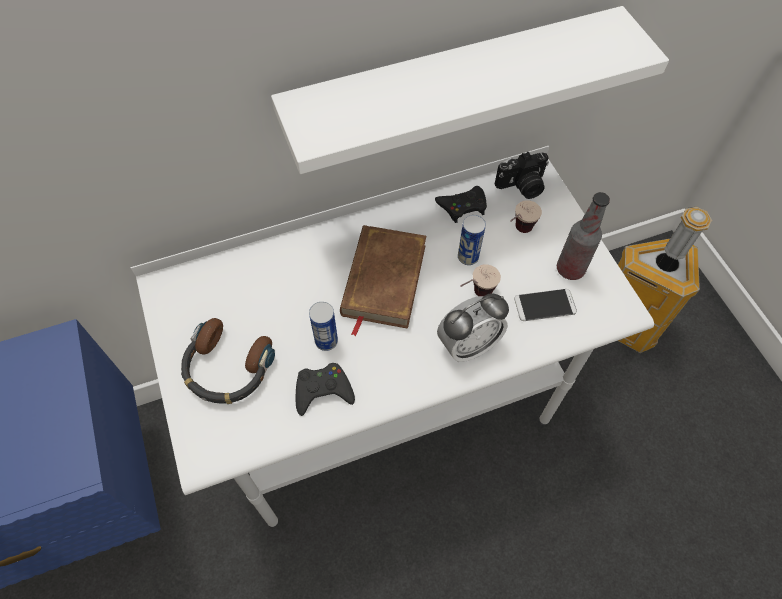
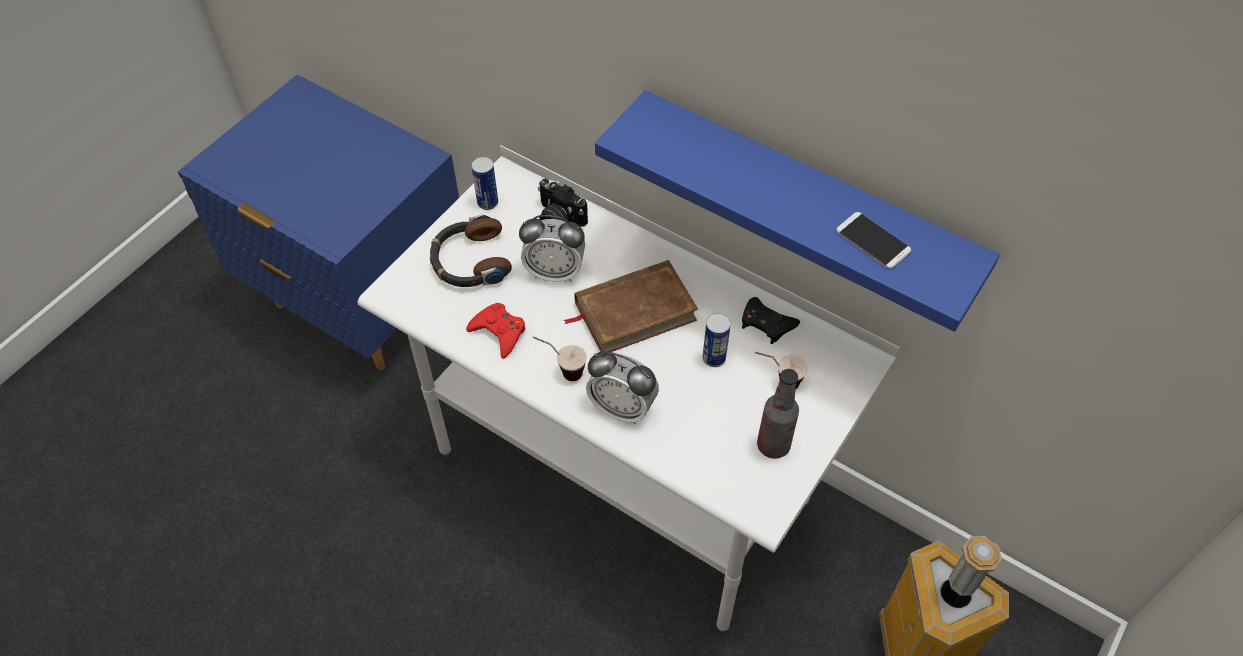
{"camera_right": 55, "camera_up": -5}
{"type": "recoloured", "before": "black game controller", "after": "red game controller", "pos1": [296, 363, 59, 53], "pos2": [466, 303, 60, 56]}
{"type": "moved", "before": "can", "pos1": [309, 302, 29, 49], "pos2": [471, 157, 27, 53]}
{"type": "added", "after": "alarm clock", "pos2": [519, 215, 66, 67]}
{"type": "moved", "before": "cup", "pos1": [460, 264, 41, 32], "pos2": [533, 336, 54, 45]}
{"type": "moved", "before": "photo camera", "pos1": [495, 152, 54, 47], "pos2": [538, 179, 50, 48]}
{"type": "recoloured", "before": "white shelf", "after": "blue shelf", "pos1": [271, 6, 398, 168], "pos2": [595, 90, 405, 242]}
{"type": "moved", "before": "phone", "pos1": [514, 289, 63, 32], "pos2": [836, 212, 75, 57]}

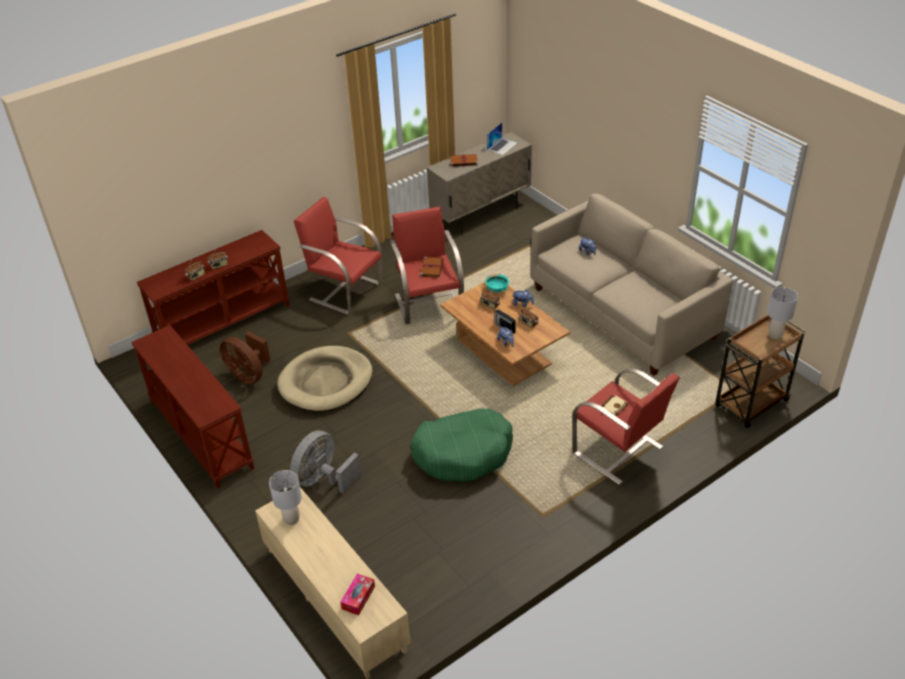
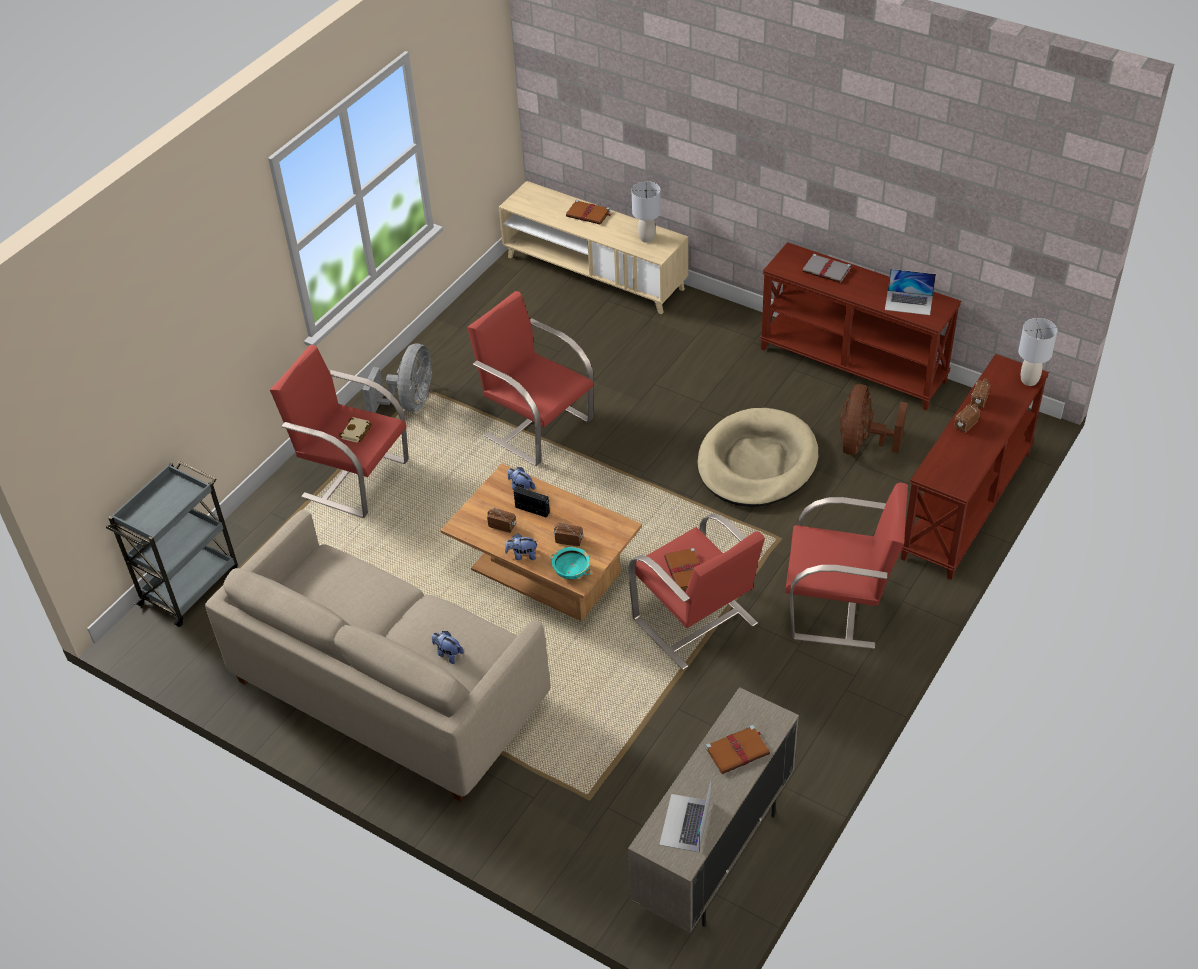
{"camera_right": 160, "camera_up": 5}
{"type": "recoloured", "before": "brown cart", "after": "grey cart", "pos1": [715, 315, 91, 113], "pos2": [106, 461, 132, 166]}
{"type": "moved", "before": "grey fan", "pos1": [290, 430, 71, 64], "pos2": [362, 343, 70, 70]}
{"type": "replaced", "before": "green dog bed", "after": "red armchair", "pos1": [411, 409, 102, 73], "pos2": [467, 291, 127, 175]}
{"type": "added", "after": "brown book", "pos2": [566, 200, 45, 24]}
{"type": "added", "after": "grey book", "pos2": [802, 254, 50, 29]}
{"type": "turned", "before": "brown fan", "pos1": [220, 331, 51, 53], "pos2": [840, 384, 67, 71], "turn": -90}
{"type": "added", "after": "laptop", "pos2": [885, 269, 51, 46]}
{"type": "moved", "before": "grey table lamp", "pos1": [767, 287, 31, 52], "pos2": [1018, 318, 40, 68]}
{"type": "removed", "before": "tissue box", "pos1": [340, 574, 35, 41]}

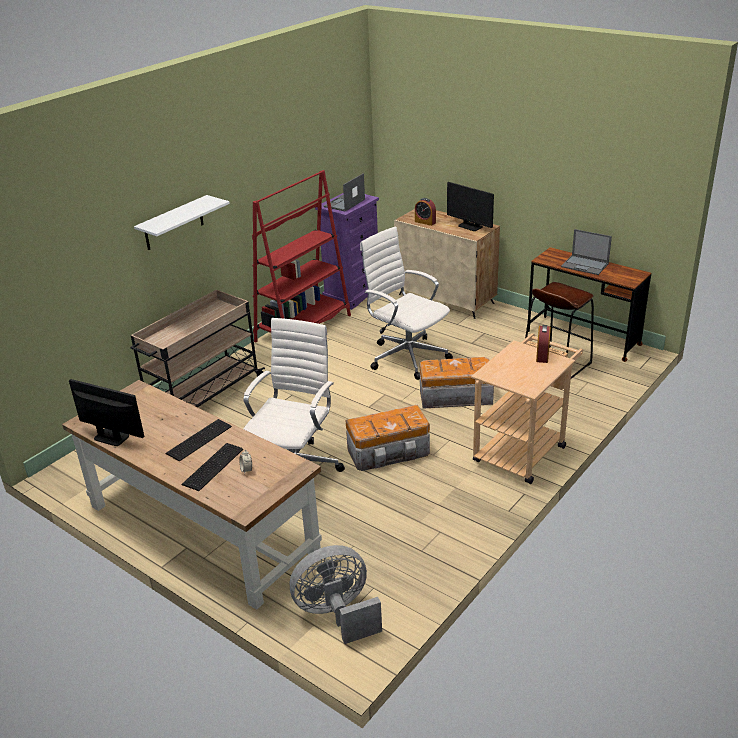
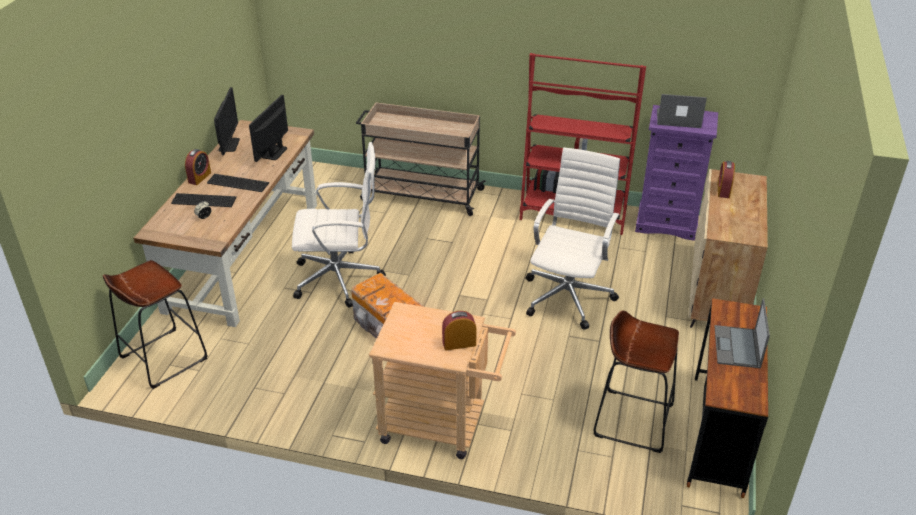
{"camera_right": 65, "camera_up": 5}
{"type": "replaced", "before": "grey fan", "after": "brown stool", "pos1": [290, 545, 92, 99], "pos2": [103, 260, 105, 129]}
{"type": "added", "after": "alarm clock", "pos2": [185, 149, 26, 36]}
{"type": "moved", "before": "monitor", "pos1": [447, 182, 47, 49], "pos2": [249, 95, 39, 67]}
{"type": "removed", "before": "white shelf", "pos1": [134, 195, 96, 55]}
{"type": "removed", "before": "storage box", "pos1": [420, 357, 74, 52]}

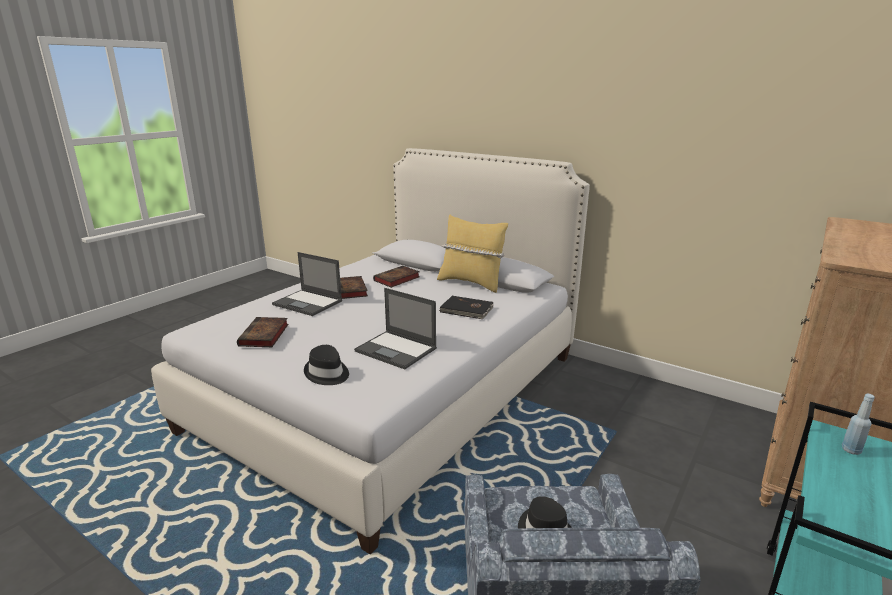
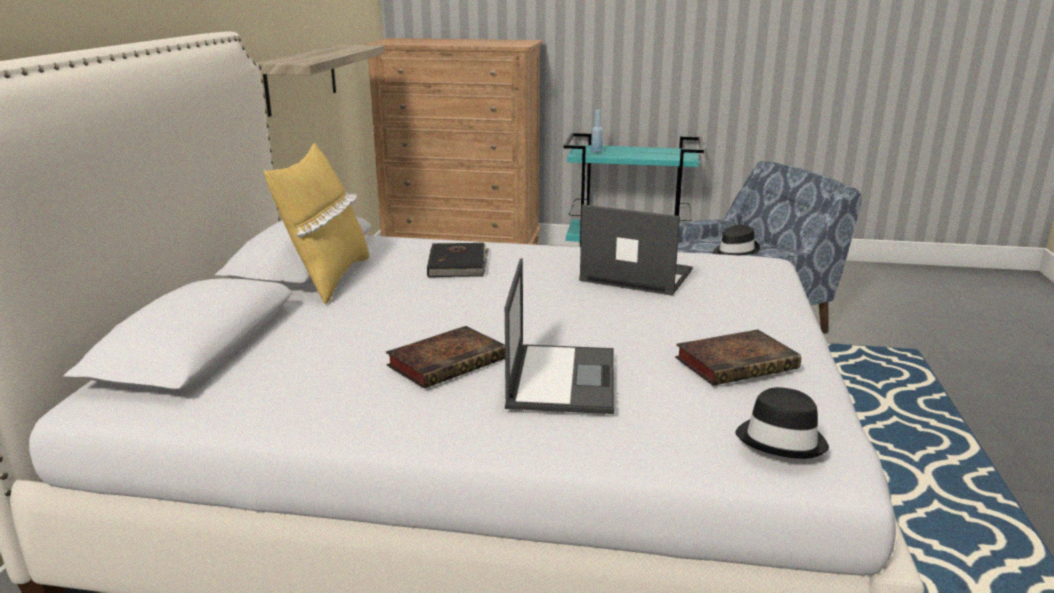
{"camera_right": -115, "camera_up": 0}
{"type": "added", "after": "shelf", "pos2": [257, 45, 127, 72]}
{"type": "turned", "before": "laptop", "pos1": [354, 288, 83, 81], "pos2": [579, 204, 114, 92], "turn": -75}
{"type": "moved", "before": "black hat", "pos1": [304, 345, 45, 40], "pos2": [735, 387, 94, 72]}
{"type": "removed", "before": "book", "pos1": [373, 266, 47, 22]}

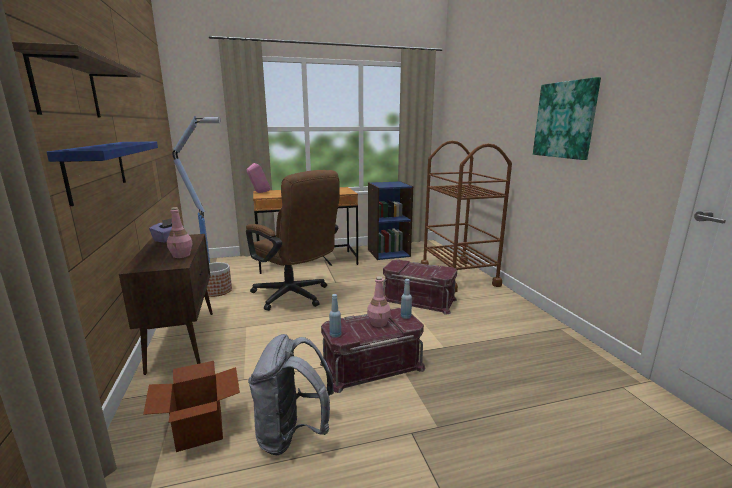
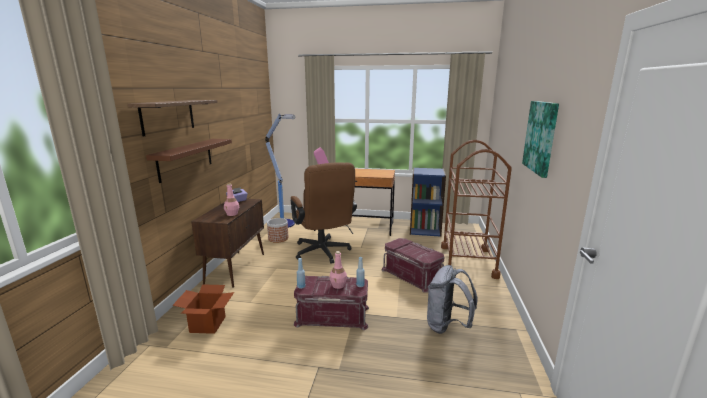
{"camera_right": 25, "camera_up": 0}
{"type": "recoloured", "before": "blue shelf", "after": "brown shelf", "pos1": [47, 142, 111, 64], "pos2": [146, 139, 86, 44]}
{"type": "moved", "before": "grey backpack", "pos1": [248, 334, 86, 121], "pos2": [427, 265, 50, 69]}

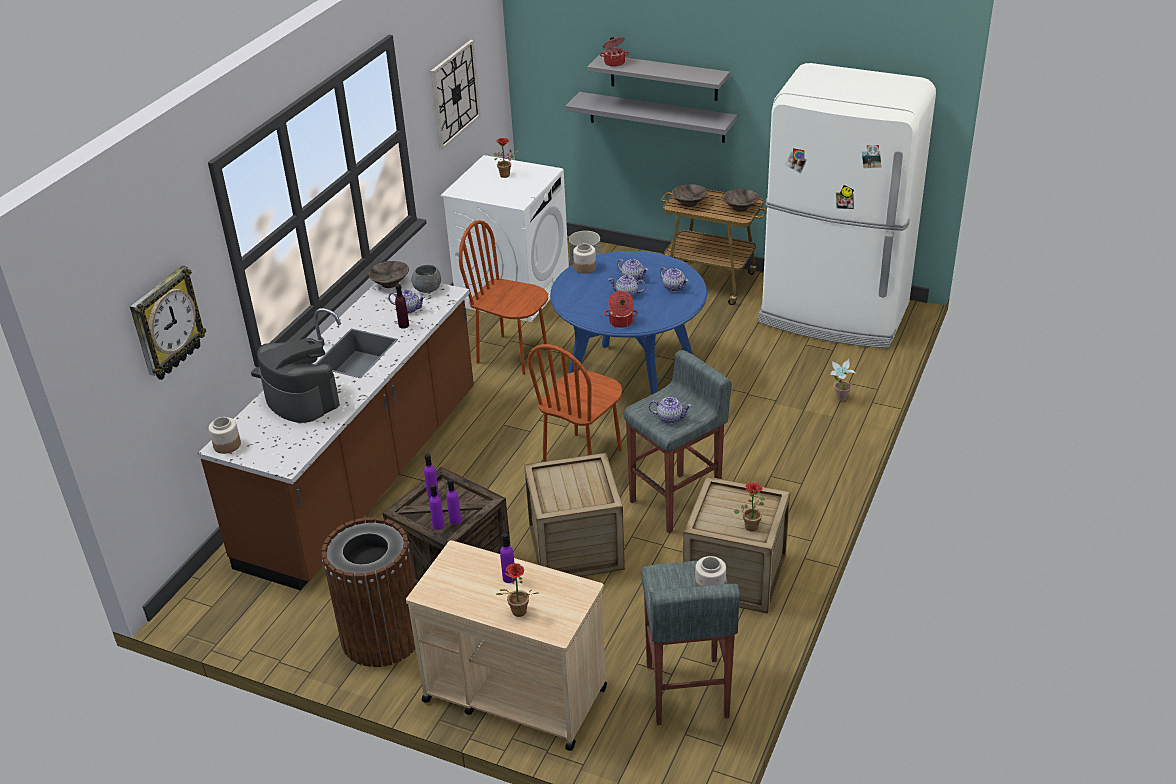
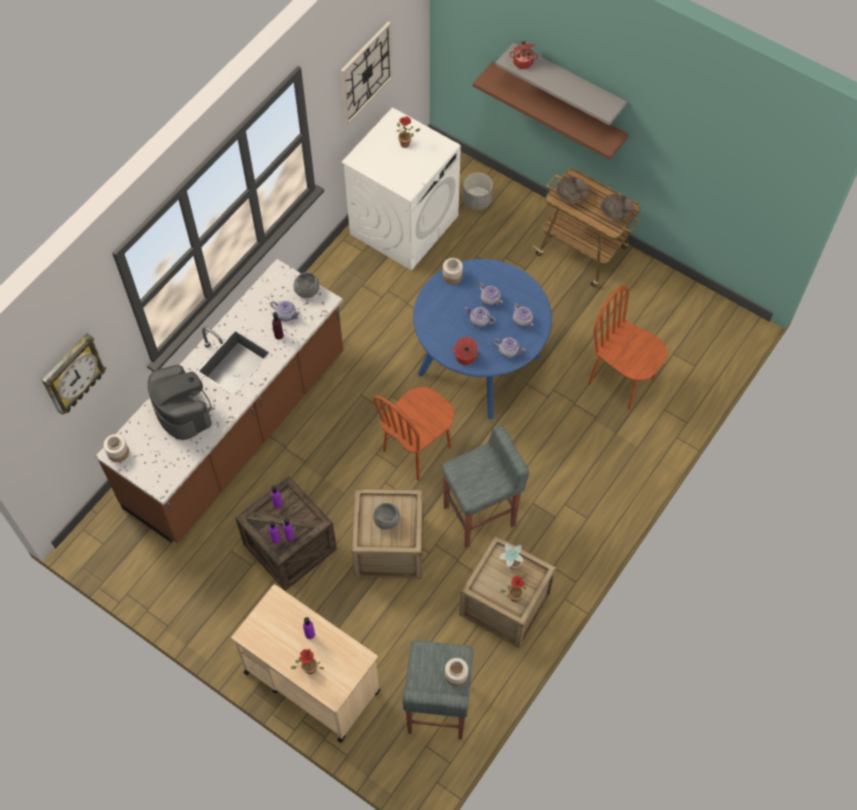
{"camera_right": 10, "camera_up": 25}
{"type": "added", "after": "grey bowl", "pos2": [373, 503, 27, 27]}
{"type": "recoloured", "before": "grey shelf", "after": "brown shelf", "pos1": [565, 92, 172, 51], "pos2": [473, 62, 156, 98]}
{"type": "moved", "before": "teapot", "pos1": [649, 397, 43, 27], "pos2": [493, 337, 32, 21]}
{"type": "moved", "before": "potted plant", "pos1": [830, 359, 26, 42], "pos2": [499, 542, 25, 28]}
{"type": "moved", "before": "brown chair", "pos1": [459, 220, 89, 155], "pos2": [589, 285, 78, 124]}
{"type": "removed", "before": "brown trash can", "pos1": [322, 517, 94, 150]}
{"type": "removed", "before": "brown bowl", "pos1": [368, 261, 41, 27]}
{"type": "removed", "before": "white fridge", "pos1": [758, 63, 178, 285]}

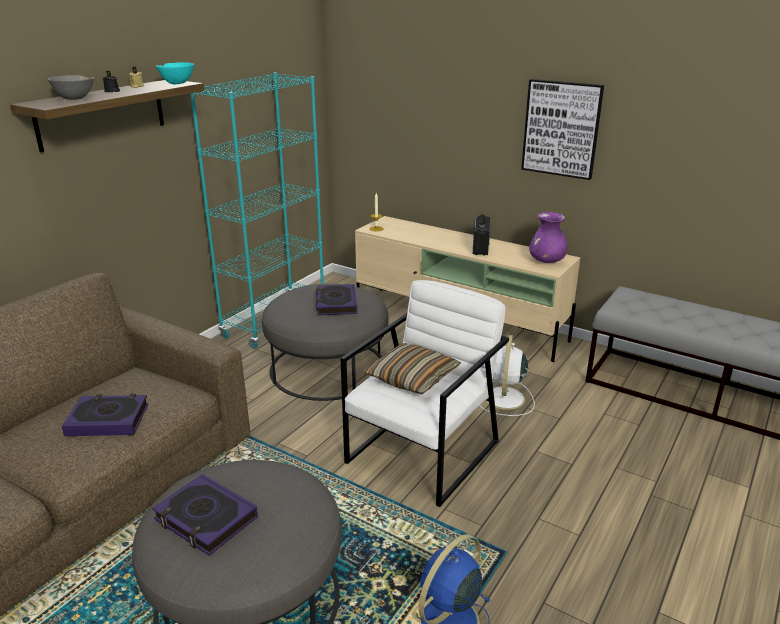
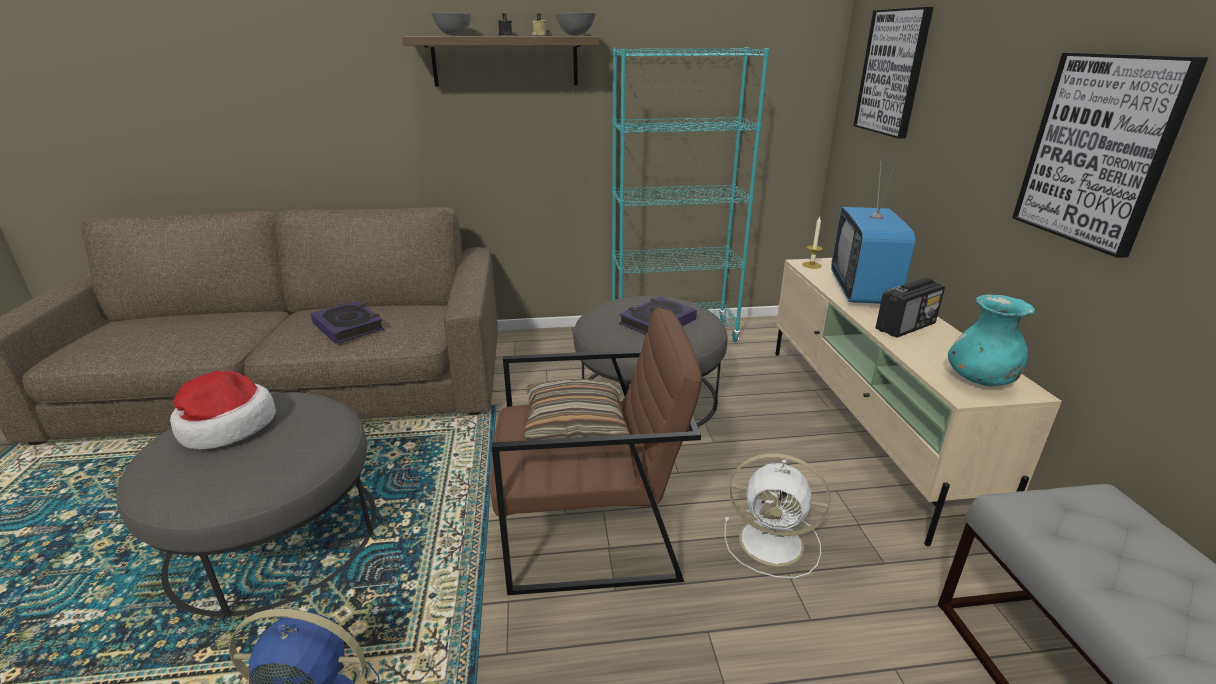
{"camera_right": 50, "camera_up": 0}
{"type": "replaced", "before": "book", "after": "hat", "pos1": [152, 474, 106, 82], "pos2": [170, 371, 106, 79]}
{"type": "recoloured", "before": "white armchair", "after": "brown armchair", "pos1": [340, 280, 169, 227], "pos2": [490, 307, 212, 288]}
{"type": "recoloured", "before": "turquoise bowl", "after": "grey bowl", "pos1": [156, 62, 38, 22], "pos2": [555, 12, 41, 24]}
{"type": "turned", "before": "white fan", "pos1": [479, 335, 56, 81], "pos2": [724, 453, 106, 125], "turn": -135}
{"type": "added", "after": "television", "pos2": [831, 160, 85, 144]}
{"type": "added", "after": "picture", "pos2": [853, 7, 80, 132]}
{"type": "recoloured", "before": "purple vase", "after": "turquoise vase", "pos1": [529, 212, 38, 51], "pos2": [948, 295, 87, 91]}

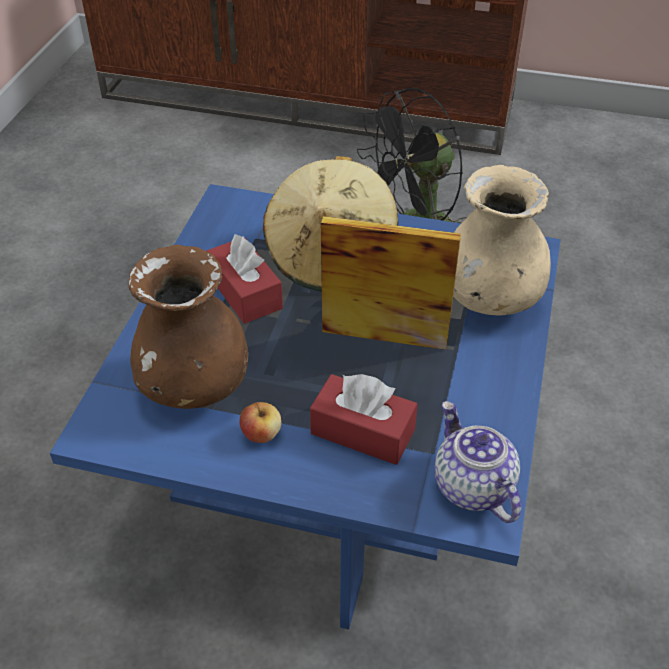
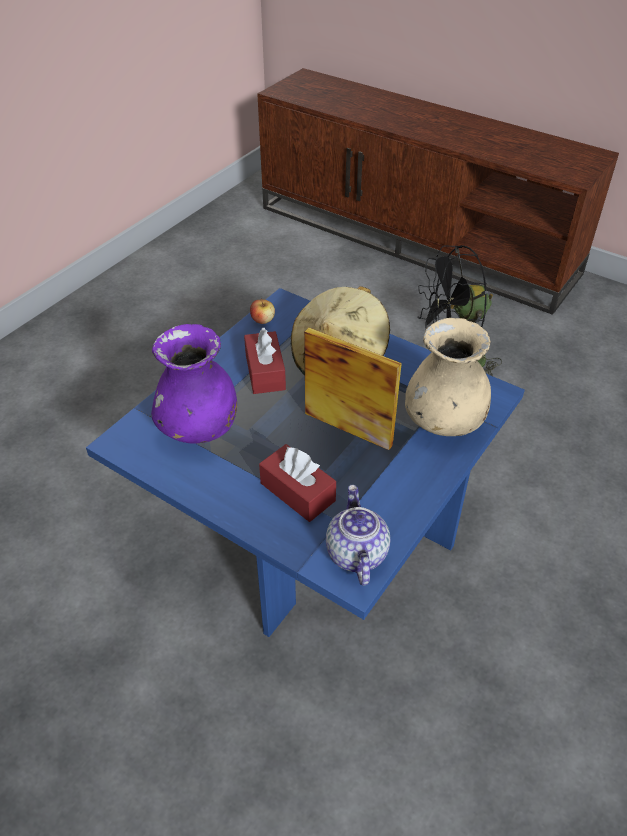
{"camera_right": 20, "camera_up": 0}
{"type": "recoloured", "before": "brown vase", "after": "purple vase", "pos1": [128, 245, 120, 164], "pos2": [151, 324, 86, 120]}
{"type": "moved", "before": "apple", "pos1": [239, 402, 43, 41], "pos2": [250, 298, 25, 26]}

